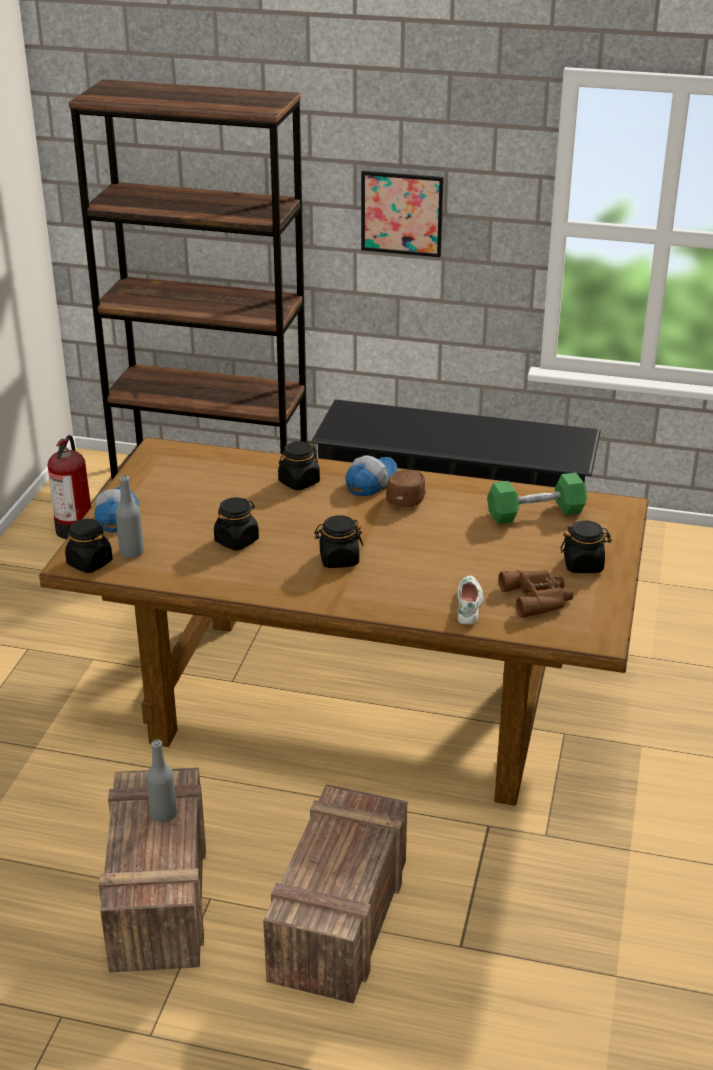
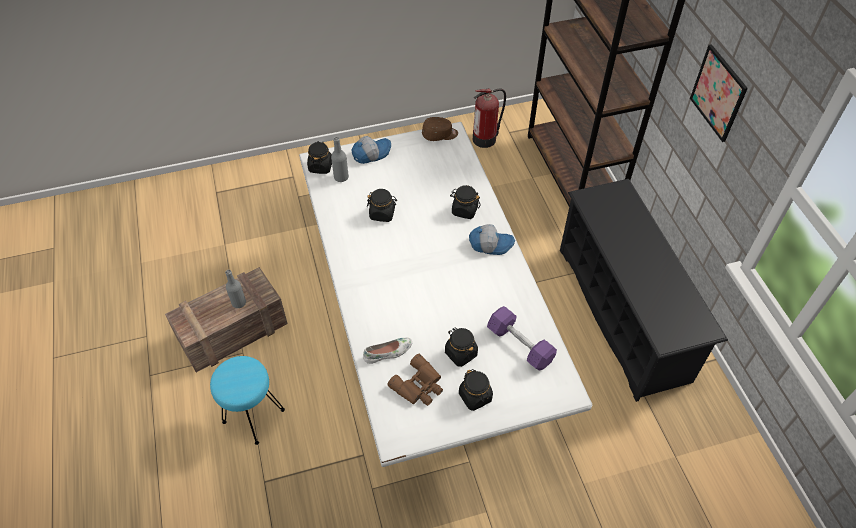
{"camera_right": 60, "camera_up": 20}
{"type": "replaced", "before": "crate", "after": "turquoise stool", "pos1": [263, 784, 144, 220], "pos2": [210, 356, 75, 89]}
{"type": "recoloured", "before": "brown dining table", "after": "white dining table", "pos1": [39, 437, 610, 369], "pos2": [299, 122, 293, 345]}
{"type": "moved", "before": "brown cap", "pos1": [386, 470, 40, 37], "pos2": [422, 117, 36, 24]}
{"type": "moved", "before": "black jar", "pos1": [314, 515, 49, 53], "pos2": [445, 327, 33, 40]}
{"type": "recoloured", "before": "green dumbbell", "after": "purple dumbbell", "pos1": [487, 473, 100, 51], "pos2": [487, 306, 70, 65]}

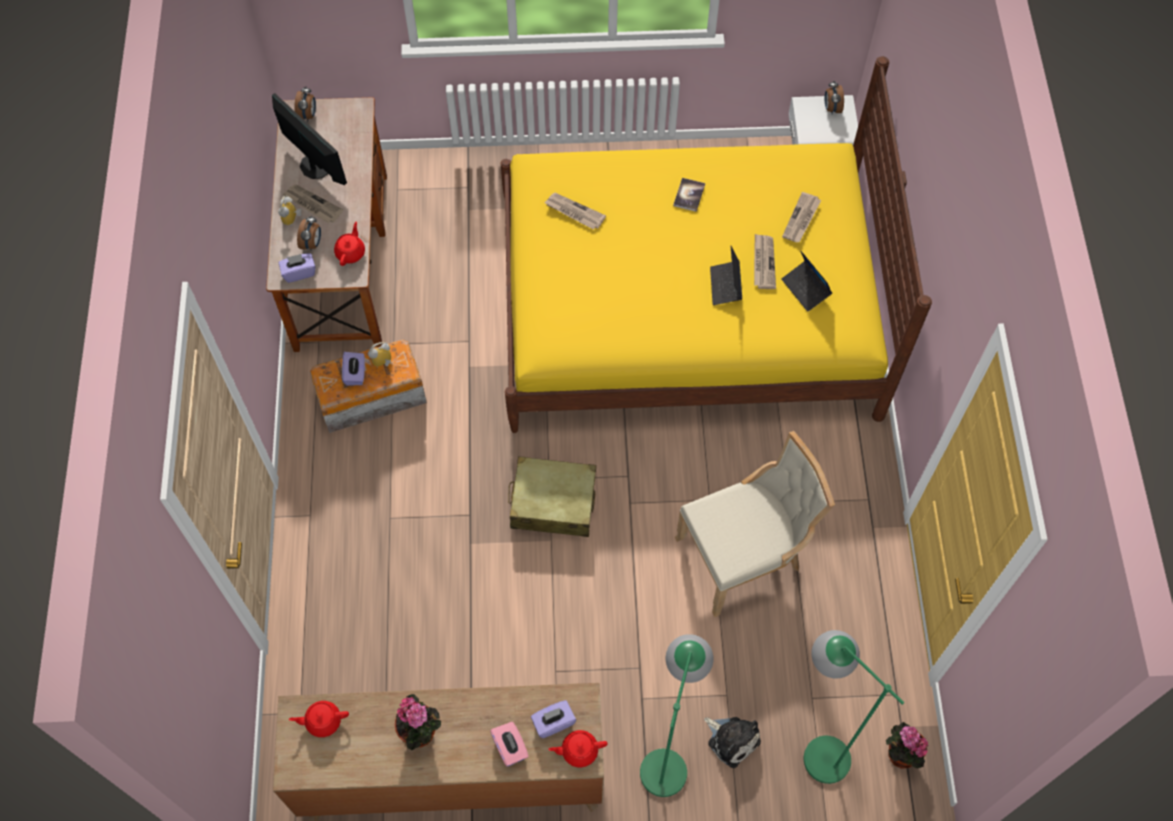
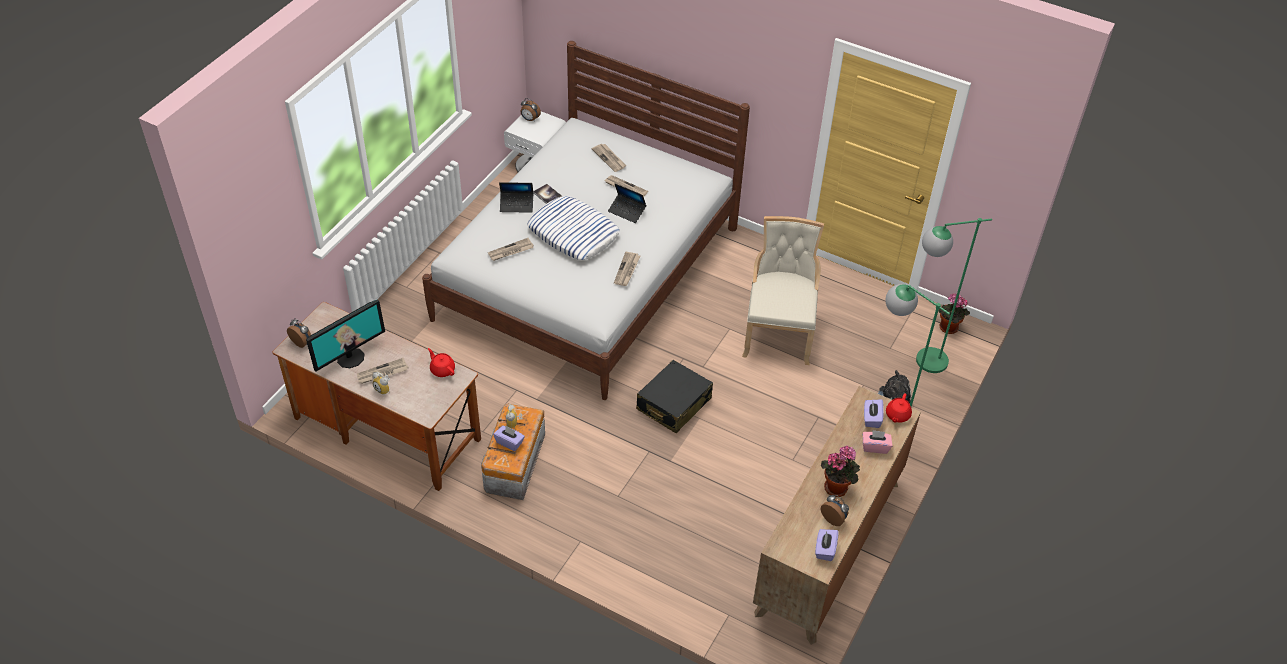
{"camera_right": -60, "camera_up": -15}
{"type": "turned", "before": "monitor", "pos1": [272, 93, 75, 92], "pos2": [306, 299, 79, 72], "turn": 150}
{"type": "recoloured", "before": "yellow bed", "after": "white bed", "pos1": [501, 56, 431, 377], "pos2": [422, 41, 328, 359]}
{"type": "moved", "before": "laptop", "pos1": [781, 250, 51, 62], "pos2": [499, 182, 34, 31]}
{"type": "added", "after": "pillow", "pos2": [527, 196, 93, 64]}
{"type": "added", "after": "newspaper", "pos2": [614, 252, 26, 34]}
{"type": "recoloured", "before": "beige suitcase", "after": "black suitcase", "pos1": [508, 457, 88, 80], "pos2": [636, 360, 77, 73]}
{"type": "moved", "before": "purple tissue box", "pos1": [279, 253, 36, 30], "pos2": [815, 529, 24, 32]}
{"type": "moved", "before": "alarm clock", "pos1": [297, 215, 24, 35], "pos2": [821, 495, 28, 31]}
{"type": "removed", "before": "red teapot", "pos1": [289, 701, 60, 36]}

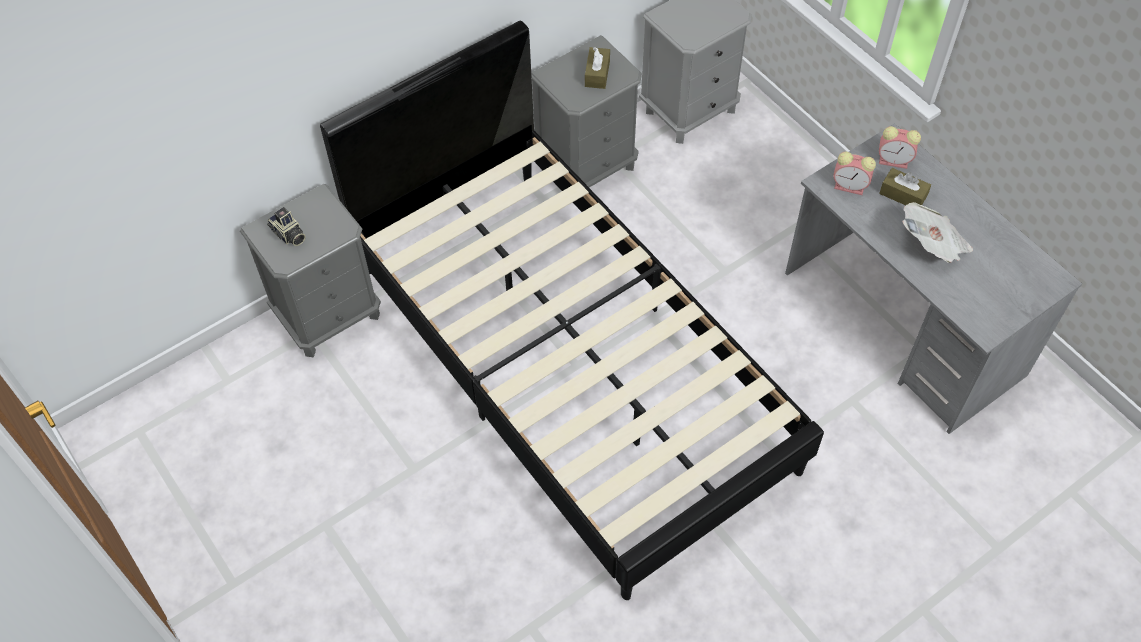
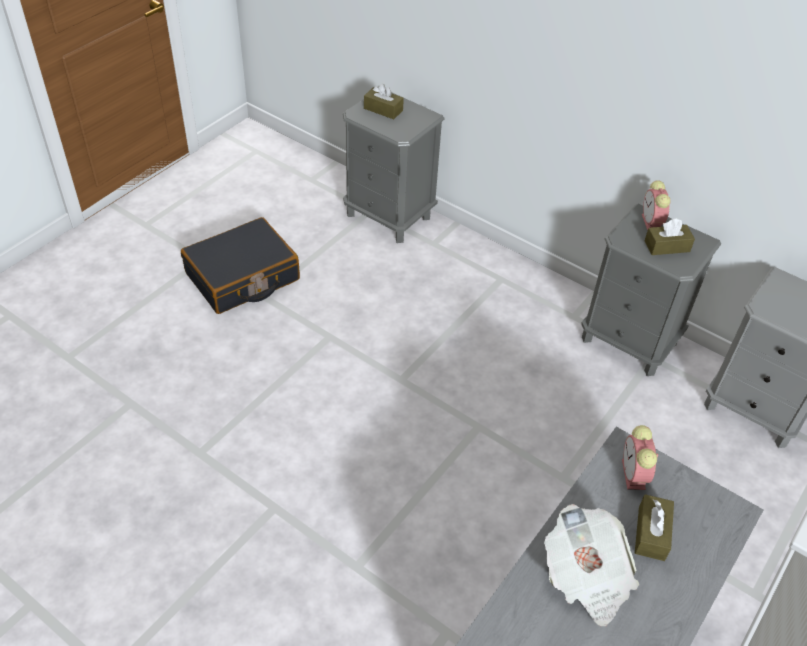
{"camera_right": 70, "camera_up": -10}
{"type": "added", "after": "black suitcase", "pos2": [181, 217, 119, 97]}
{"type": "replaced", "before": "photo camera", "after": "brown tissue box", "pos1": [267, 207, 39, 39], "pos2": [364, 84, 40, 35]}
{"type": "moved", "before": "alarm clock", "pos1": [879, 126, 42, 43], "pos2": [642, 180, 29, 50]}
{"type": "removed", "before": "black bed", "pos1": [320, 20, 504, 580]}

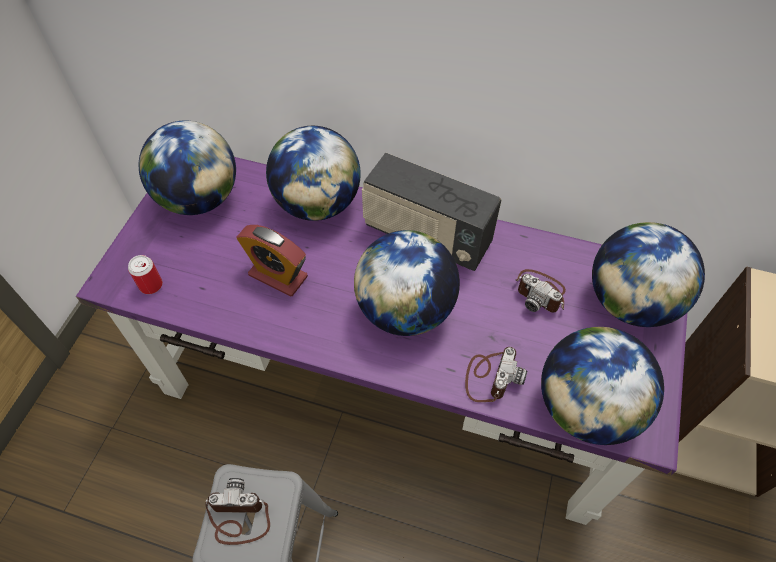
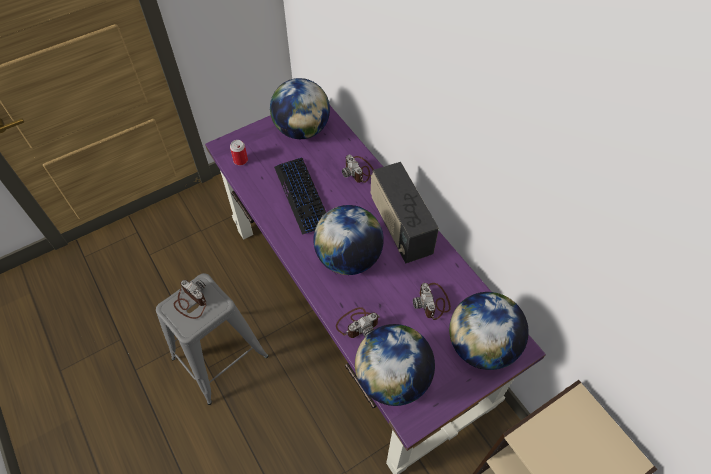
{"camera_right": 40, "camera_up": 0}
{"type": "replaced", "before": "alarm clock", "after": "keyboard", "pos1": [236, 225, 72, 71], "pos2": [274, 157, 52, 78]}
{"type": "replaced", "before": "globe", "after": "photo camera", "pos1": [266, 126, 95, 95], "pos2": [342, 154, 32, 29]}

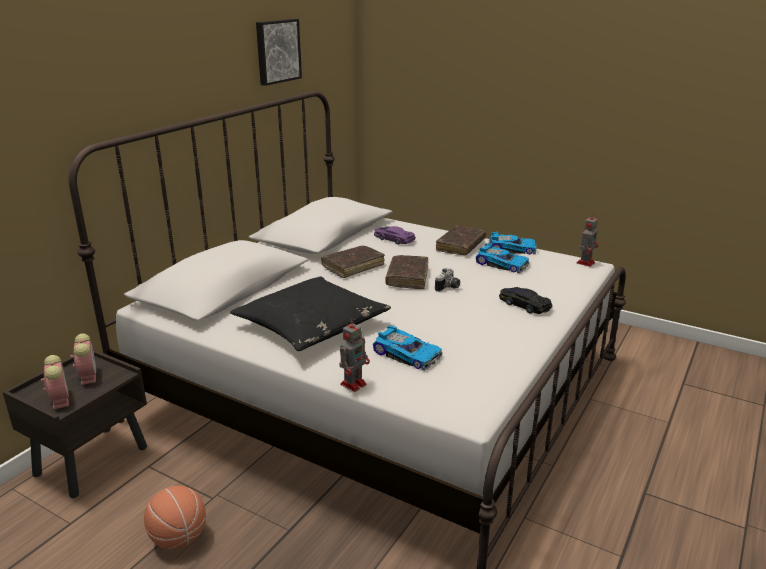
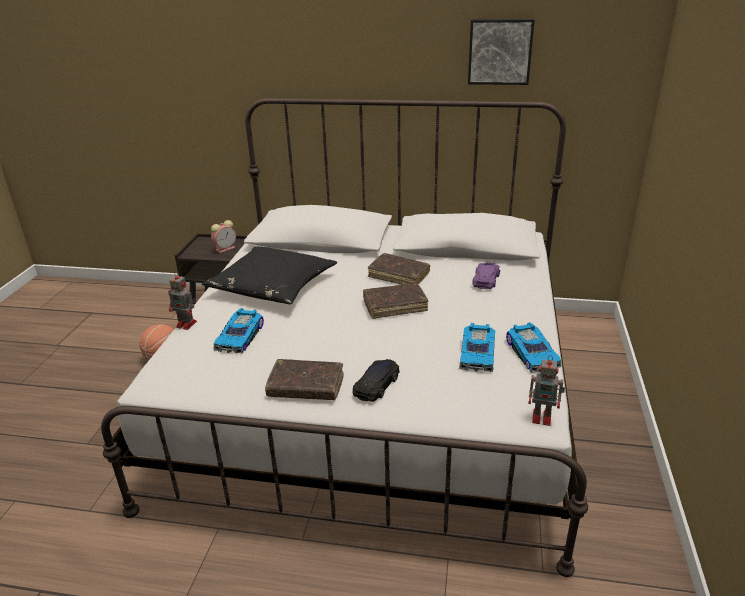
{"camera_right": 70, "camera_up": 5}
{"type": "moved", "before": "brown book", "pos1": [436, 226, 50, 29], "pos2": [265, 359, 79, 41]}
{"type": "removed", "before": "alarm clock", "pos1": [41, 355, 28, 55]}
{"type": "removed", "before": "photo camera", "pos1": [435, 268, 25, 24]}

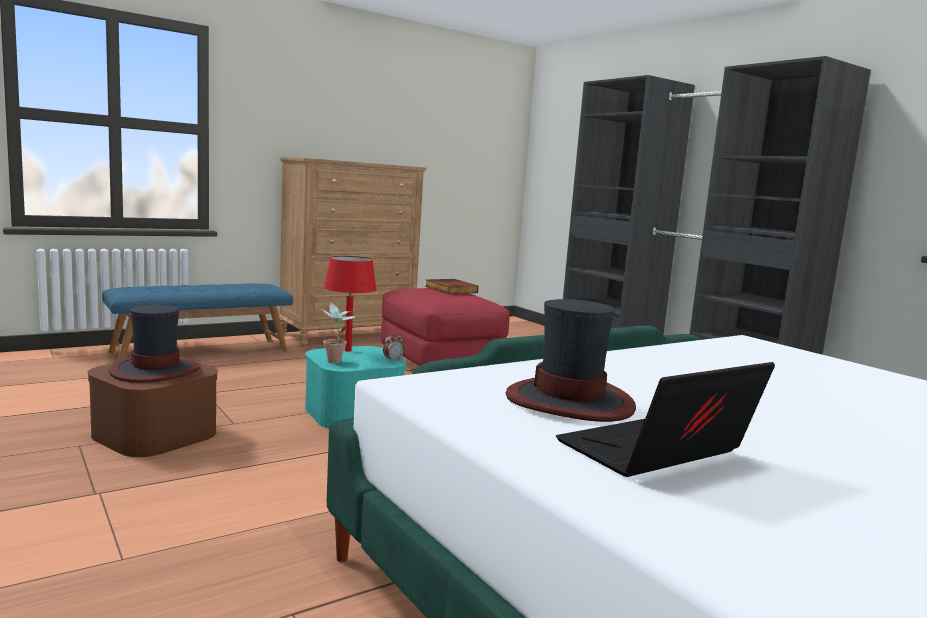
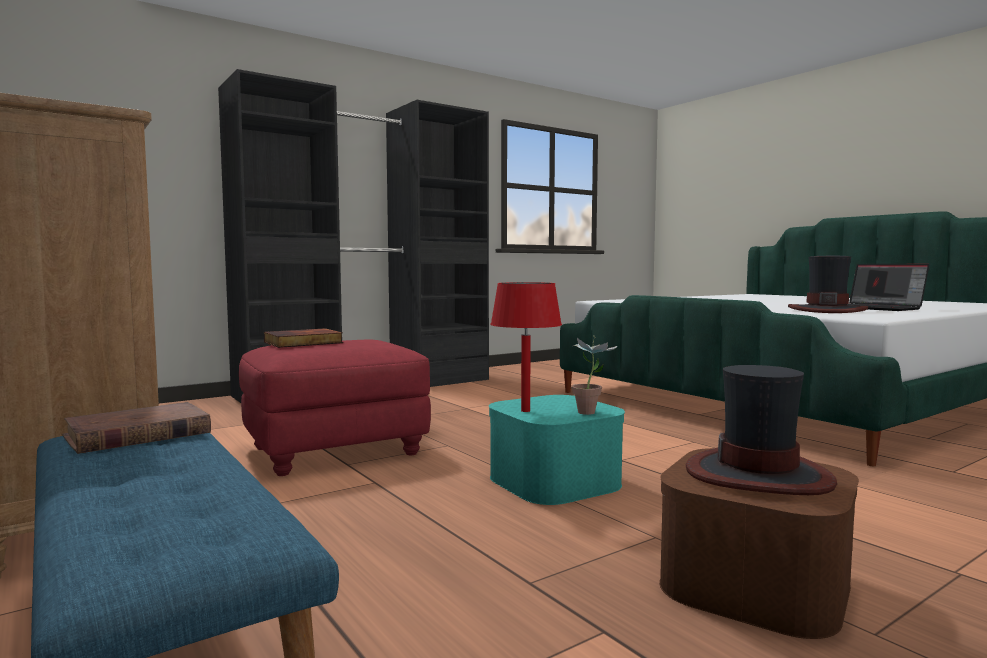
{"camera_right": -90, "camera_up": -5}
{"type": "added", "after": "brown book", "pos2": [62, 402, 149, 52]}
{"type": "removed", "before": "alarm clock", "pos1": [383, 332, 21, 30]}

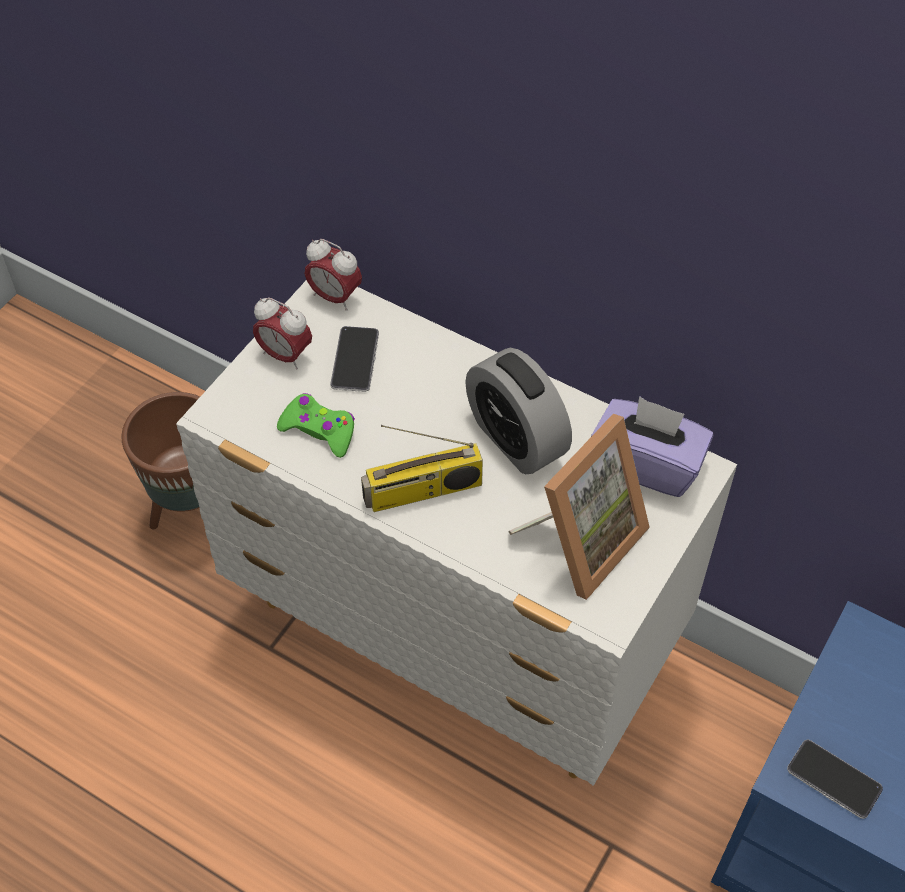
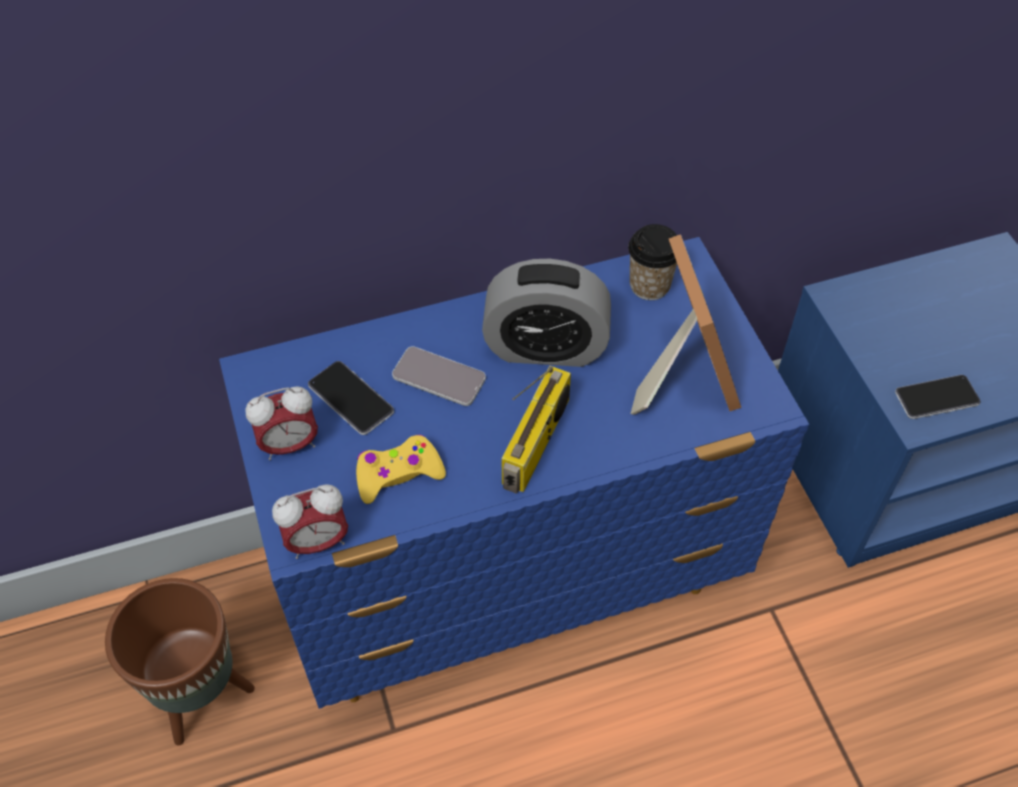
{"camera_right": -50, "camera_up": 0}
{"type": "recoloured", "before": "white dresser", "after": "blue dresser", "pos1": [176, 280, 561, 506], "pos2": [219, 237, 590, 472]}
{"type": "moved", "before": "alarm clock", "pos1": [305, 239, 57, 72], "pos2": [272, 484, 76, 75]}
{"type": "recoloured", "before": "green game controller", "after": "yellow game controller", "pos1": [277, 393, 78, 65], "pos2": [356, 435, 90, 69]}
{"type": "added", "after": "phone", "pos2": [392, 346, 94, 60]}
{"type": "replaced", "before": "purple tissue box", "after": "cup", "pos1": [591, 396, 122, 101], "pos2": [628, 224, 49, 76]}

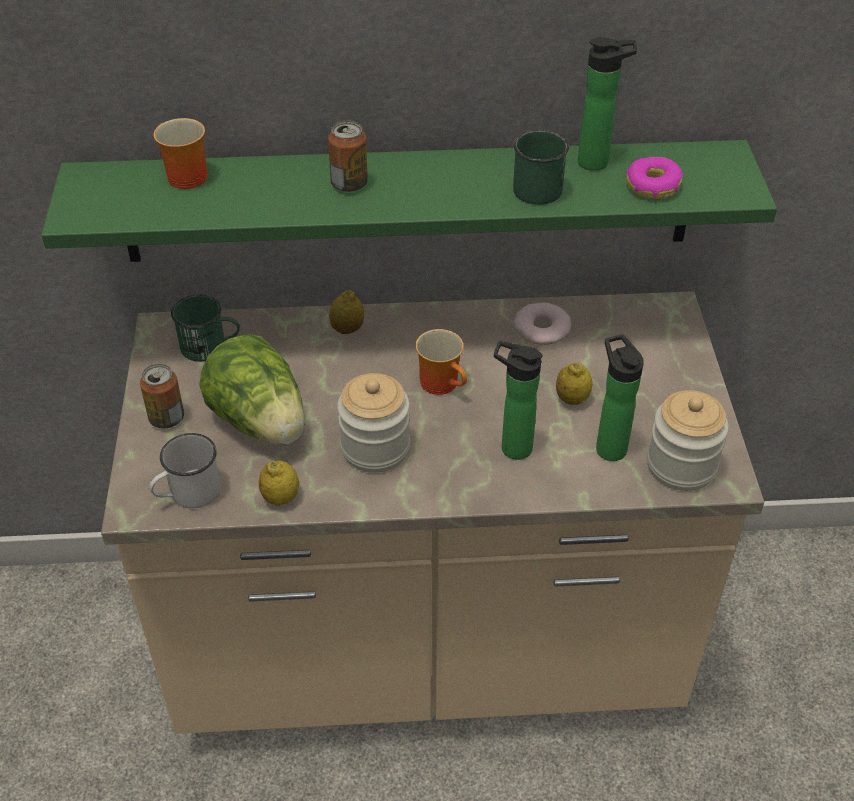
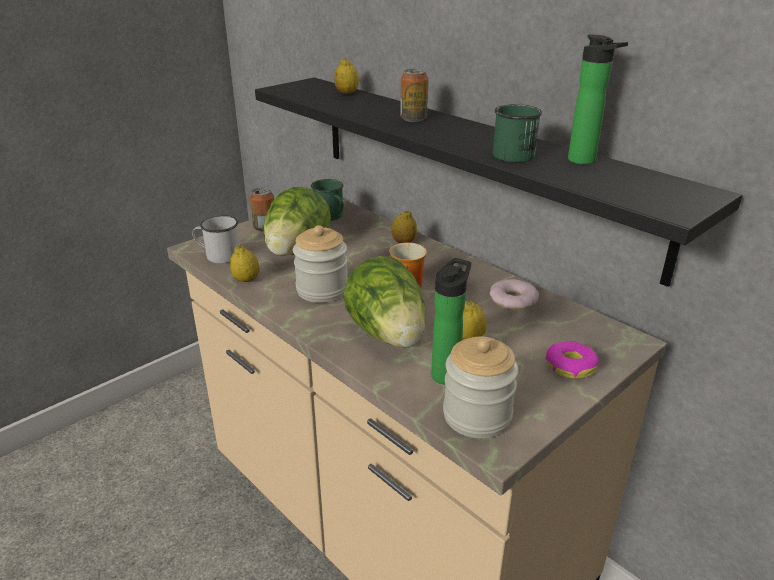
{"camera_right": 50, "camera_up": -15}
{"type": "recoloured", "before": "green shelf", "after": "black shelf", "pos1": [41, 140, 736, 122], "pos2": [255, 78, 487, 209]}
{"type": "replaced", "before": "mug", "after": "lemon", "pos1": [153, 118, 55, 71], "pos2": [334, 58, 25, 36]}
{"type": "replaced", "before": "bottle", "after": "lettuce", "pos1": [494, 341, 49, 119], "pos2": [344, 256, 82, 92]}
{"type": "moved", "before": "donut", "pos1": [626, 157, 57, 42], "pos2": [545, 341, 54, 38]}

